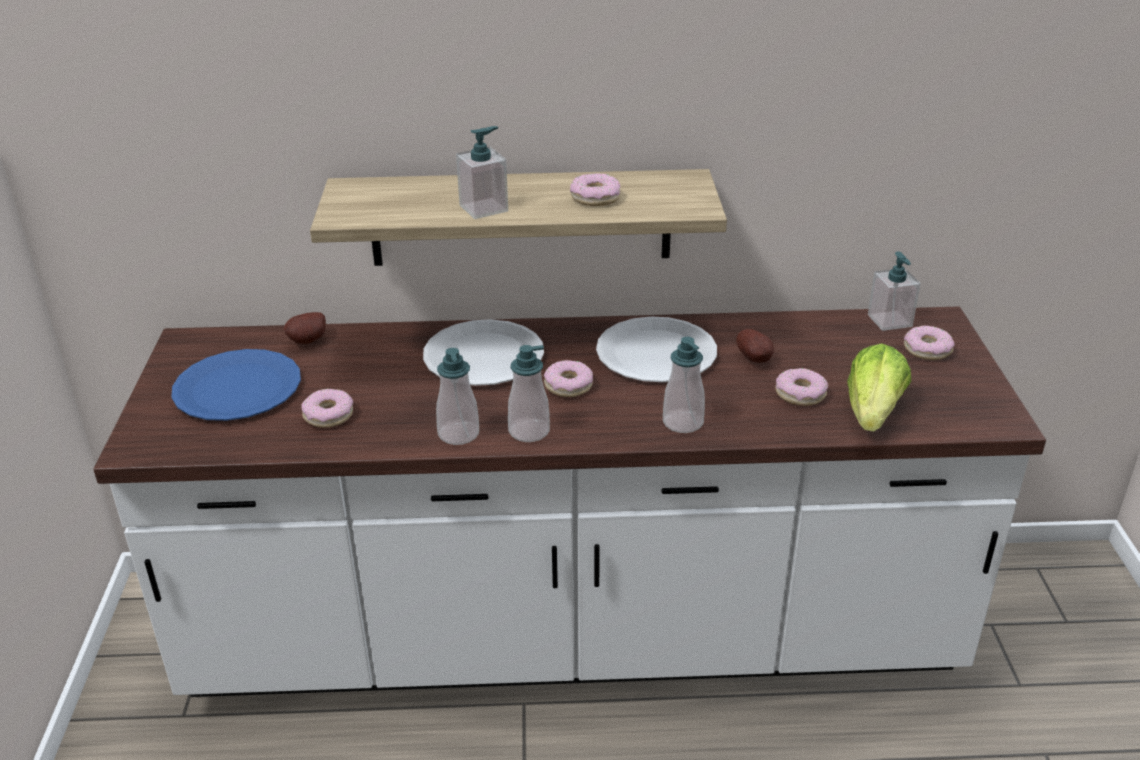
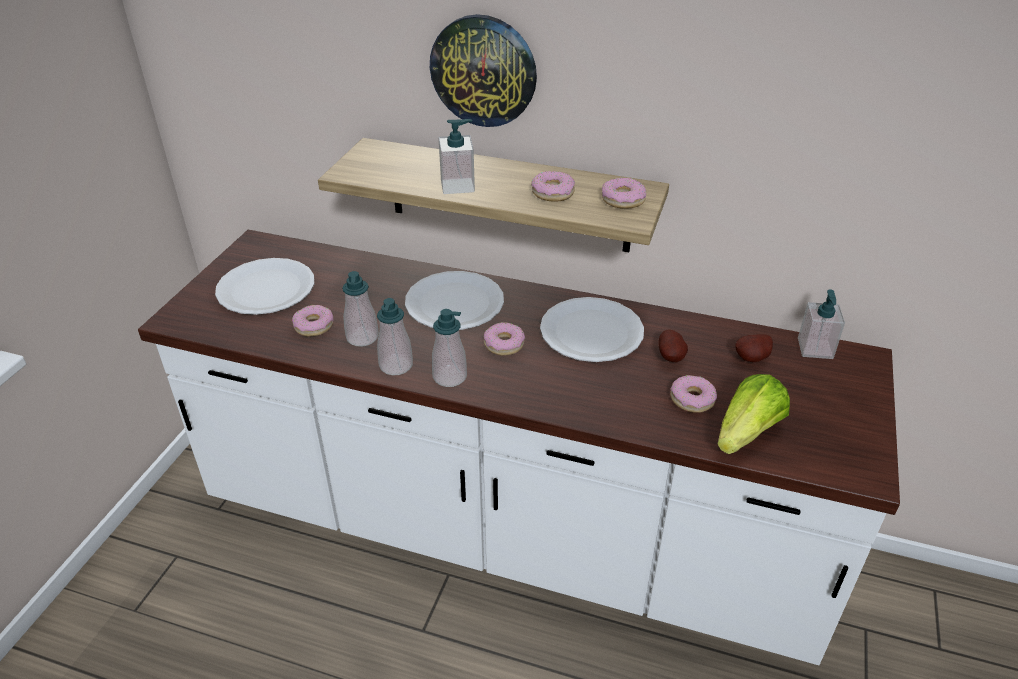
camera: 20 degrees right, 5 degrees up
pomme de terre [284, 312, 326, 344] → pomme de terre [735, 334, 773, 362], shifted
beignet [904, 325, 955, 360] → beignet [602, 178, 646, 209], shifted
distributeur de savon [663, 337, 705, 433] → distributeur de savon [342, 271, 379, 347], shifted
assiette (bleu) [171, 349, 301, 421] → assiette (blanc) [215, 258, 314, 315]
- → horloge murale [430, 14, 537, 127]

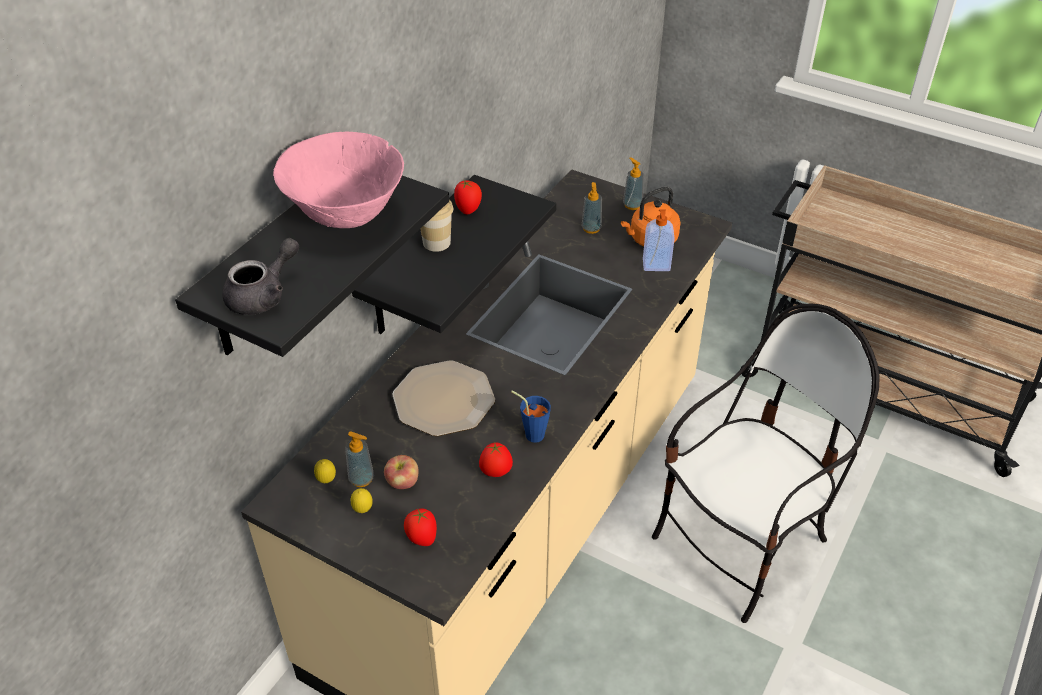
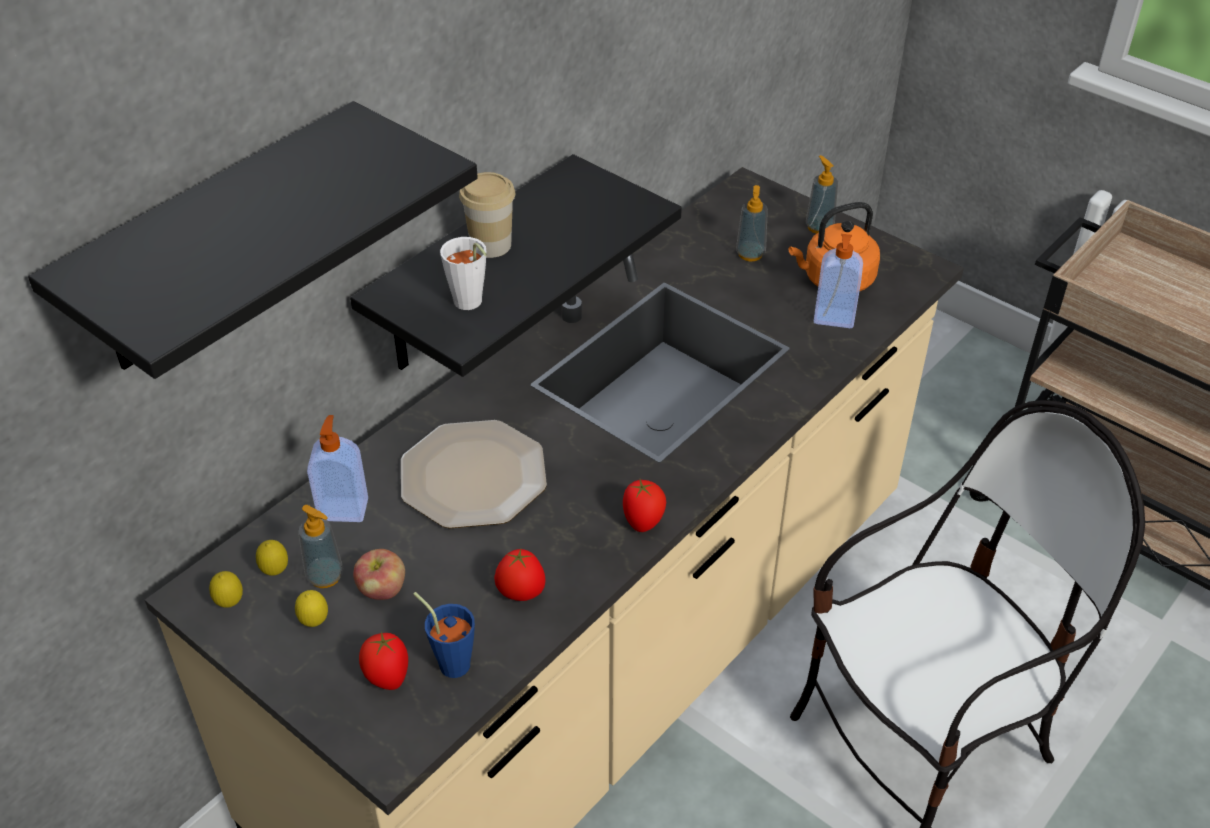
camera: 10 degrees right, 0 degrees up
bol (rose) [273, 131, 404, 228] → -
tomate [454, 179, 482, 215] → tomate [623, 479, 666, 532], shifted
théière (gris) [222, 238, 299, 315] → -
tasse (bleu) [511, 391, 551, 443] → tasse (bleu) [413, 592, 475, 678], shifted
- → tasse (blanc) [440, 237, 487, 310]
- → distributeur de savon [307, 415, 368, 522]
- → citron [209, 571, 243, 608]

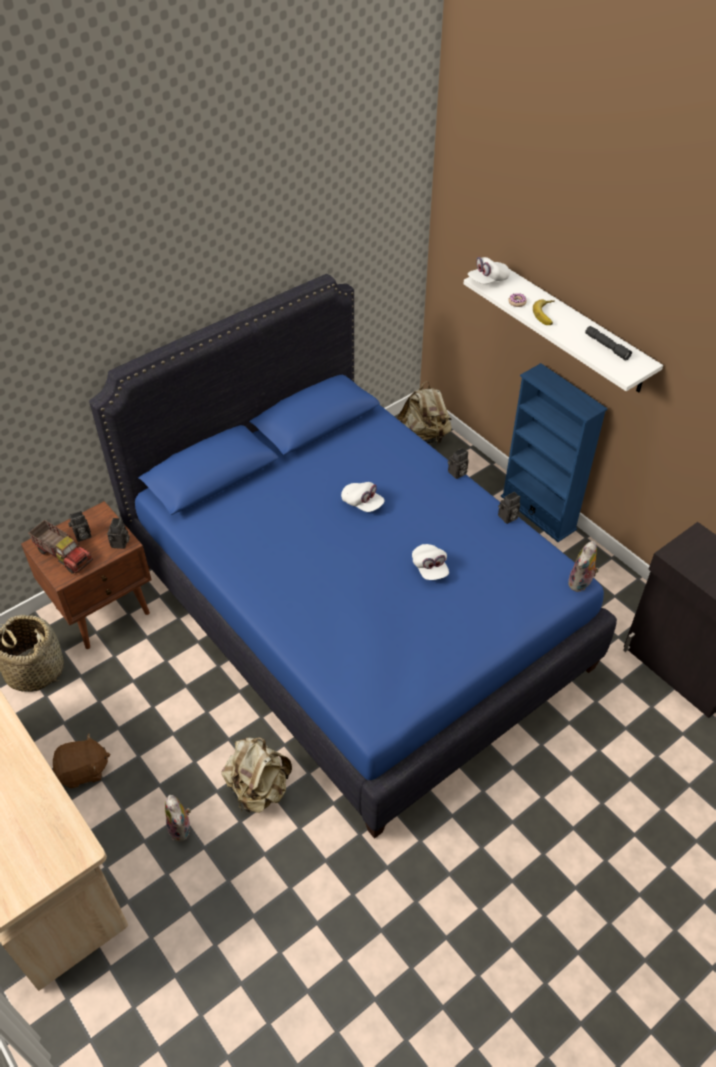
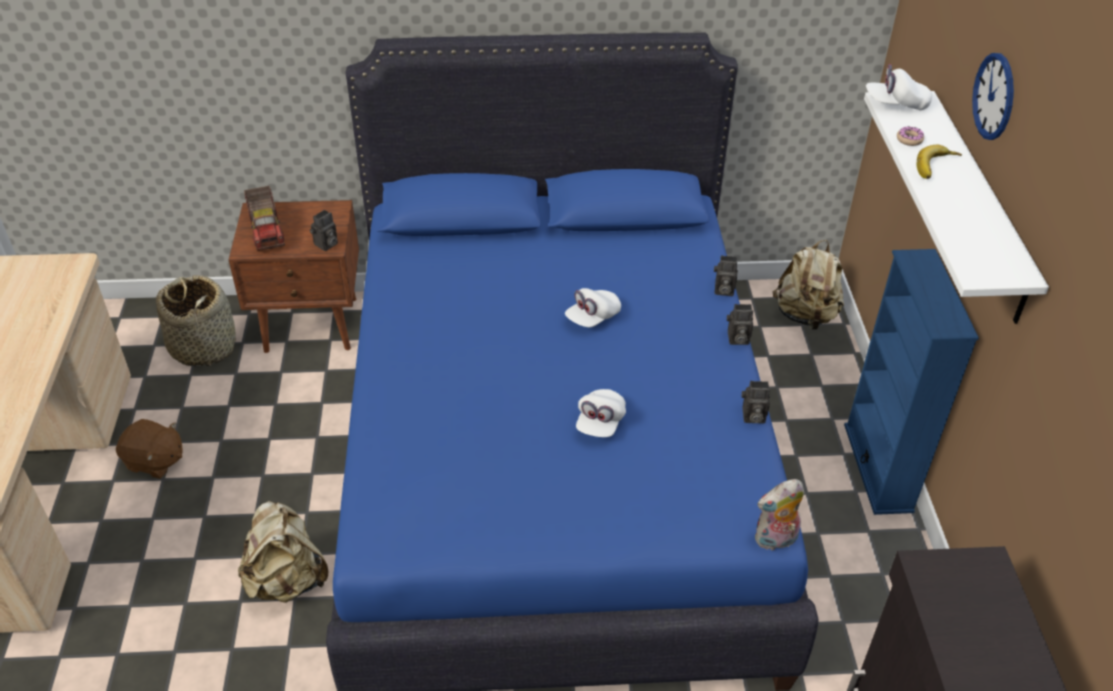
camera: 35 degrees right, 5 degrees down
lampe de poche (gris) [585, 326, 632, 361] → -
casquette (blanc) [341, 482, 385, 512] → casquette (blanc) [565, 288, 621, 327], 60 degrees clockwise
appareil photo [68, 511, 92, 542] → appareil photo [714, 255, 738, 296], shifted
peluche [165, 795, 191, 841] → -
- → horloge murale [972, 53, 1014, 140]

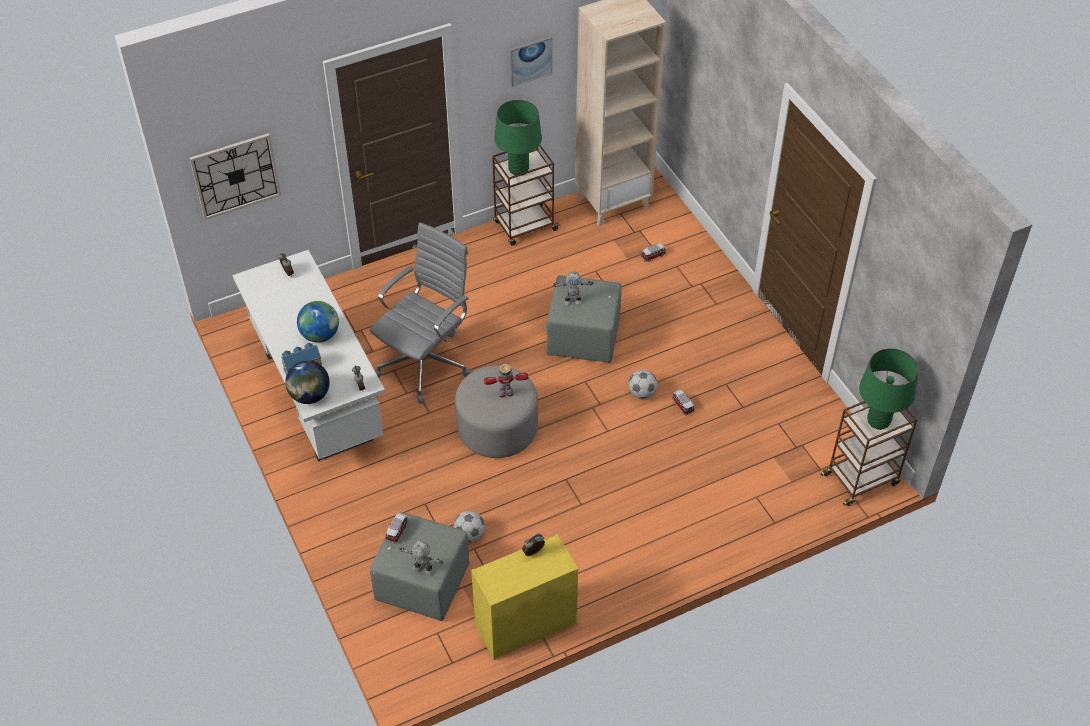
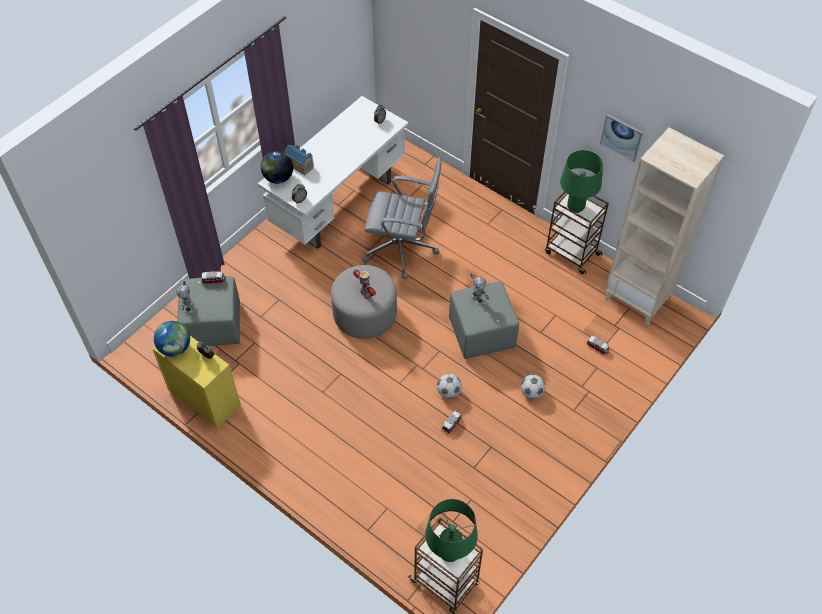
camera: 65 degrees right, 5 degrees up
horloge murale [189, 133, 281, 220] → -
globe [297, 301, 339, 343] → globe [154, 321, 190, 357], shifted
ballon de foot [454, 511, 485, 542] → ballon de foot [521, 374, 545, 399], shifted

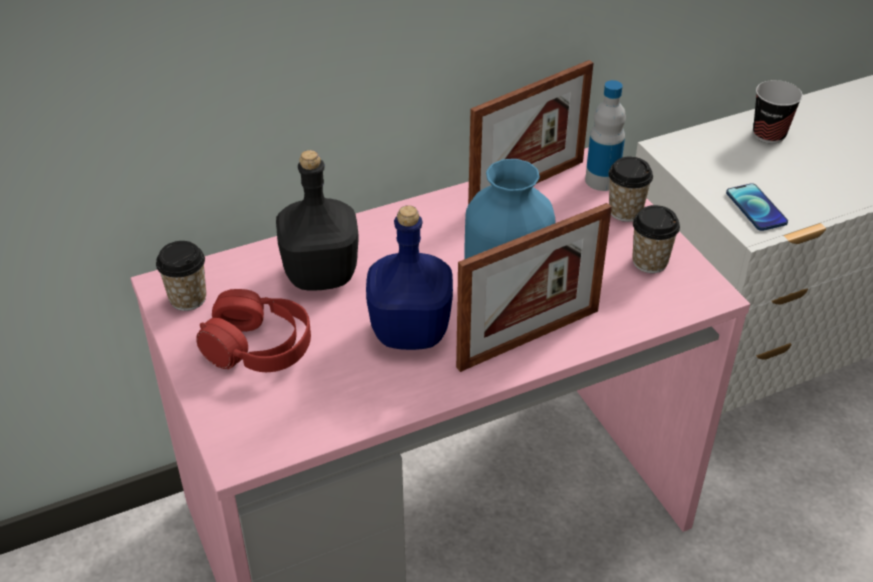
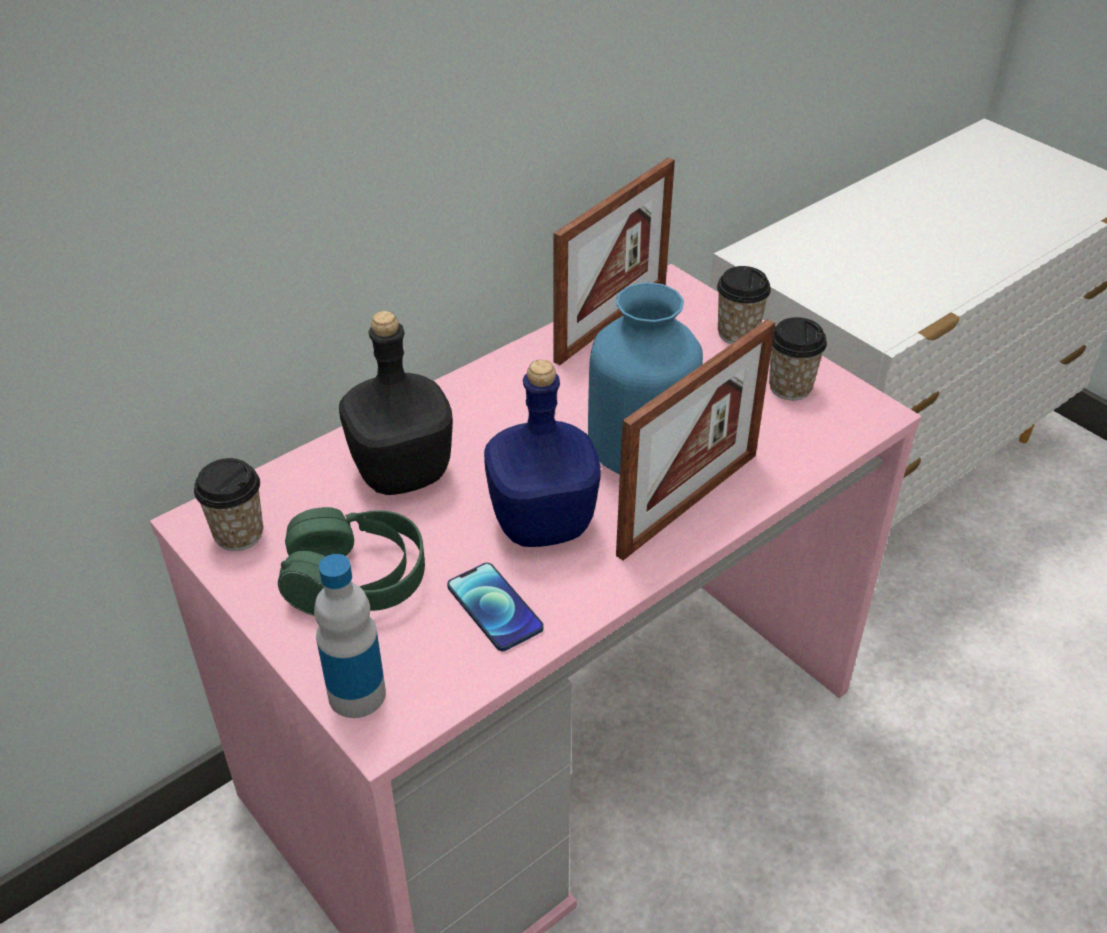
camera: 15 degrees left, 0 degrees up
bouteille [585, 80, 626, 191] → bouteille [314, 554, 386, 718], shifted
tasse [753, 80, 803, 144] → -
téléphone [726, 183, 788, 231] → téléphone [447, 563, 544, 651], shifted
casque audio (rouge) [196, 289, 311, 372] → casque audio (vert) [278, 507, 425, 616]

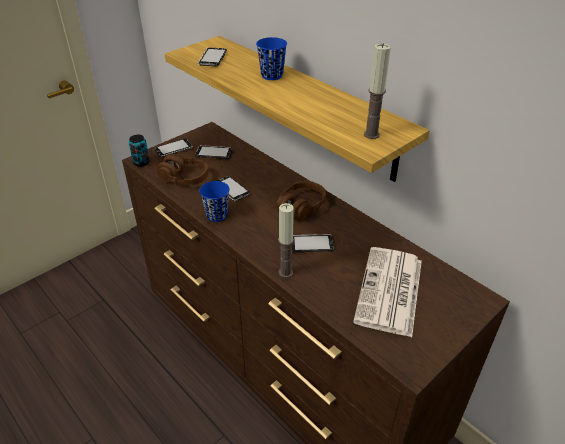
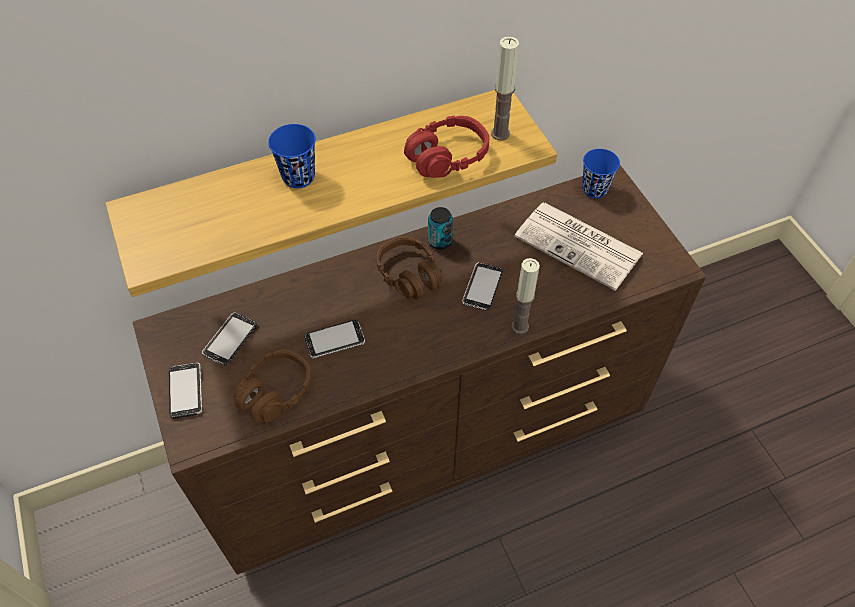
camera: 70 degrees left, 15 degrees up
téléphone [198, 48, 227, 66] → -
boîte métallique [129, 134, 150, 167] → boîte métallique [428, 207, 453, 250], shifted
tasse (bleu) [199, 181, 230, 222] → tasse (bleu) [582, 149, 620, 198], shifted
- → casque audio (rouge) [404, 116, 489, 178]

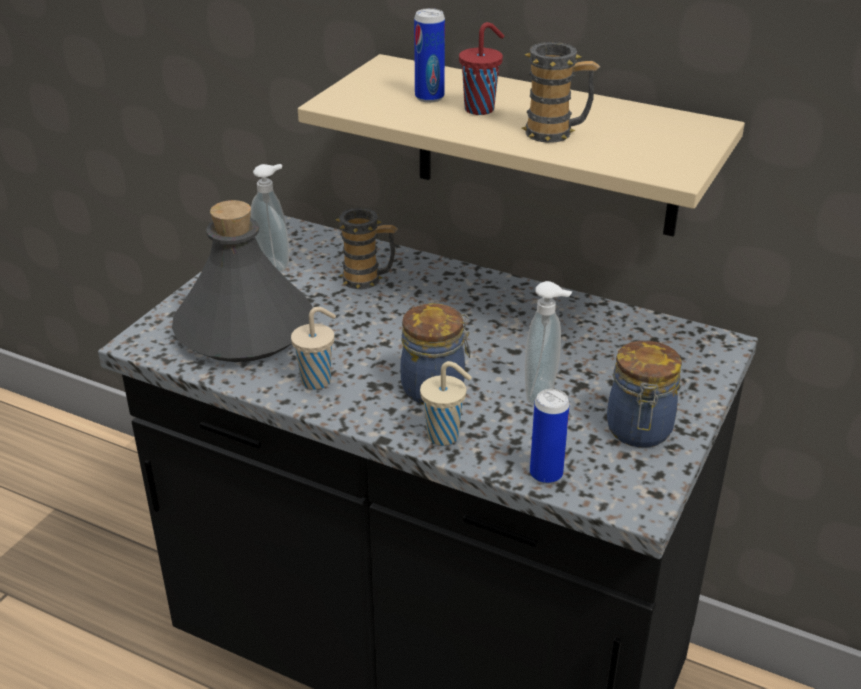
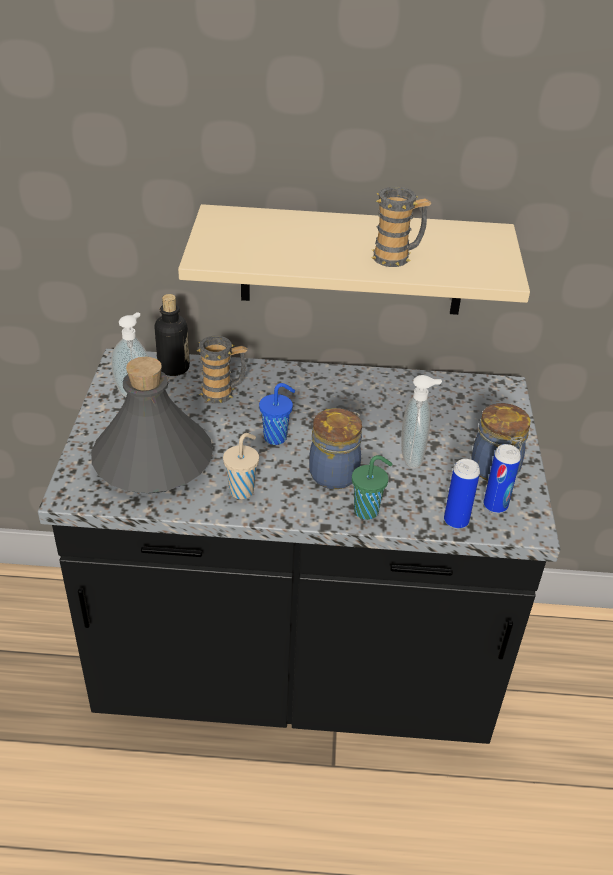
camera: 25 degrees left, 5 degrees up
boîte métallique [414, 8, 445, 103] → boîte métallique [483, 444, 521, 513], shifted
tasse (rouge) [459, 22, 504, 115] → -
tasse (beige) [420, 361, 472, 446] → tasse (vert) [352, 455, 392, 520]
- → bouteille [155, 294, 190, 376]
- → tasse (bleu) [259, 383, 295, 445]

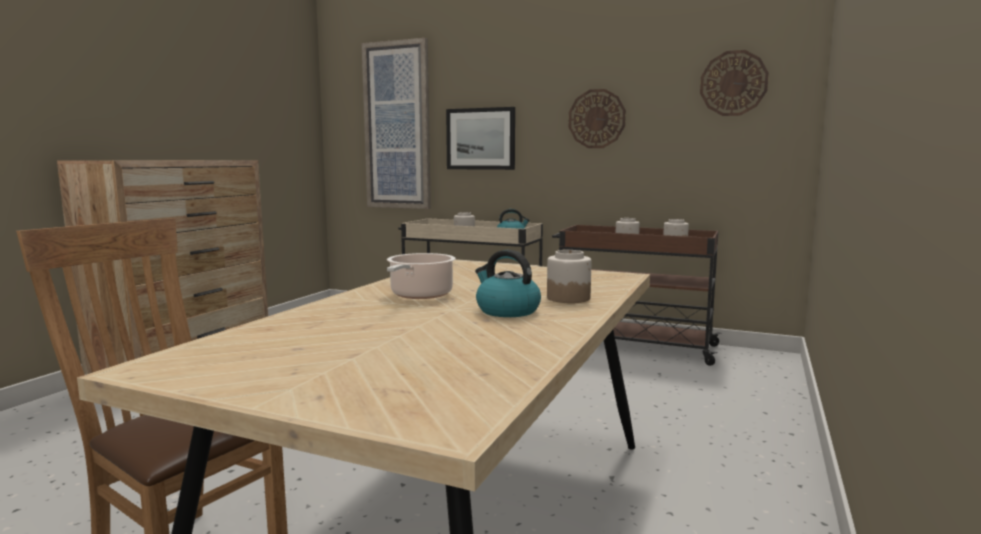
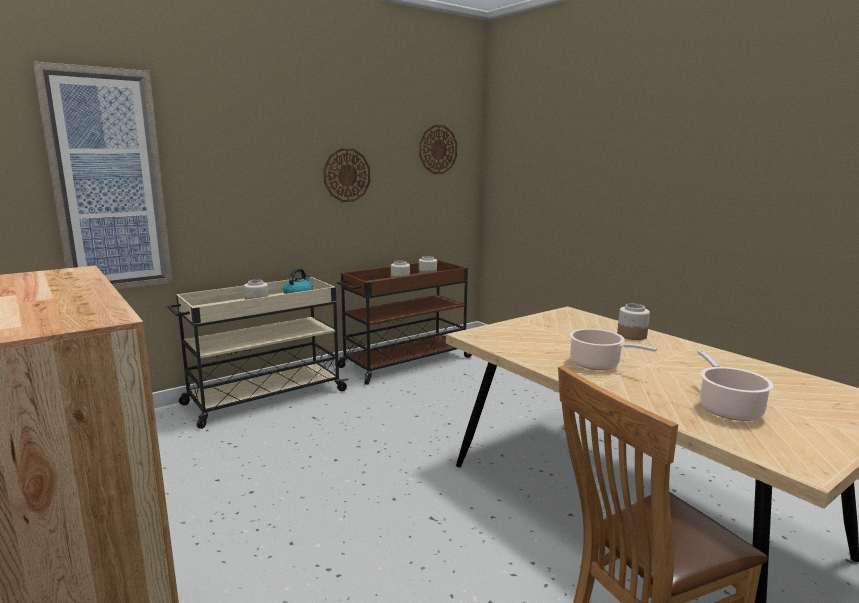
camera: 60 degrees left, 5 degrees up
tableau [446, 107, 515, 170] → -
bouilloire [475, 250, 541, 317] → -
- → marmite [698, 351, 774, 421]

